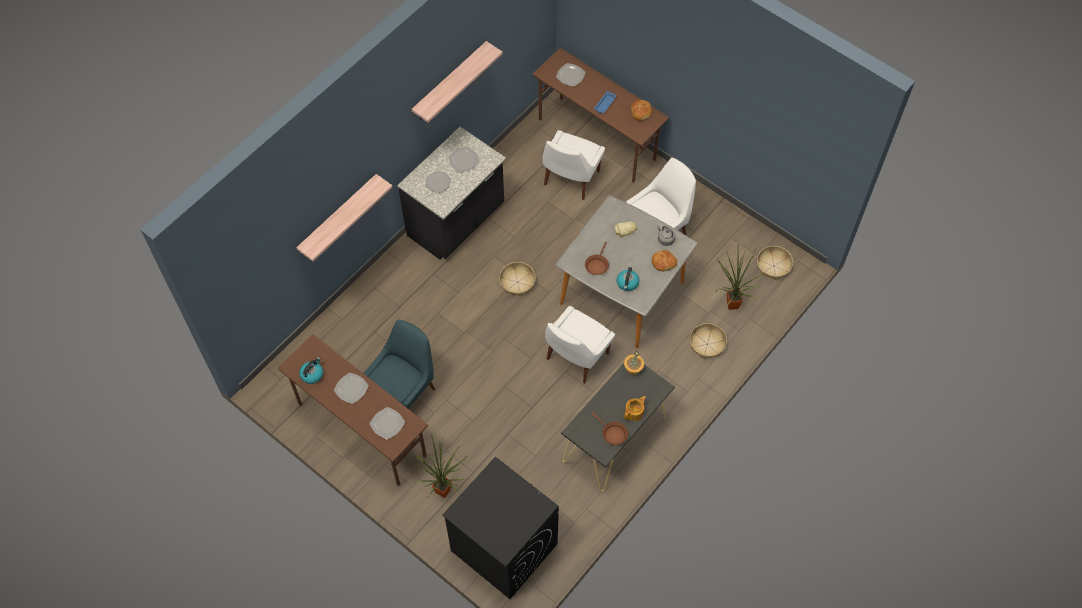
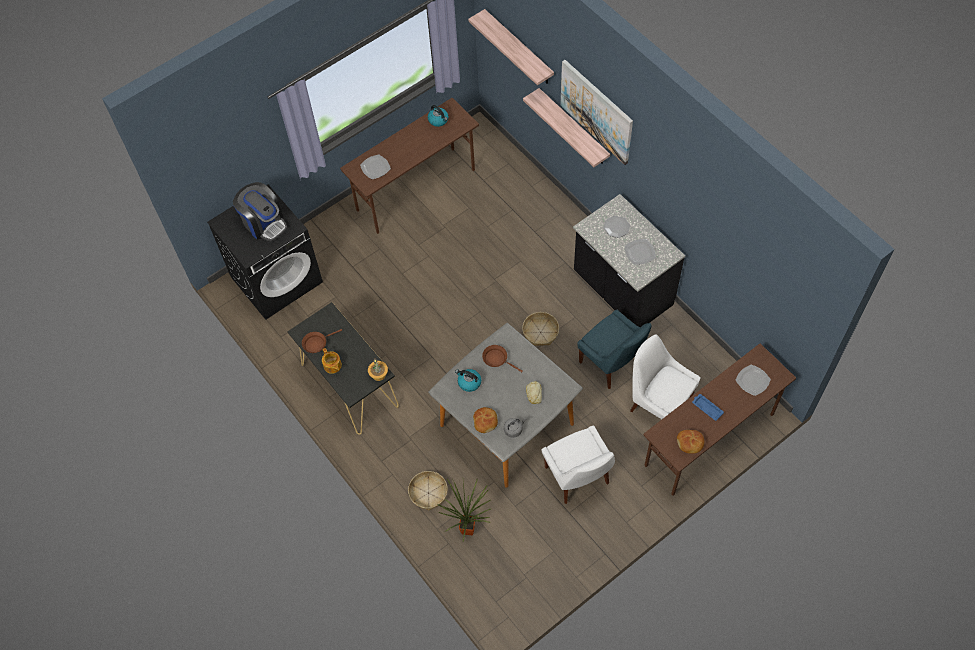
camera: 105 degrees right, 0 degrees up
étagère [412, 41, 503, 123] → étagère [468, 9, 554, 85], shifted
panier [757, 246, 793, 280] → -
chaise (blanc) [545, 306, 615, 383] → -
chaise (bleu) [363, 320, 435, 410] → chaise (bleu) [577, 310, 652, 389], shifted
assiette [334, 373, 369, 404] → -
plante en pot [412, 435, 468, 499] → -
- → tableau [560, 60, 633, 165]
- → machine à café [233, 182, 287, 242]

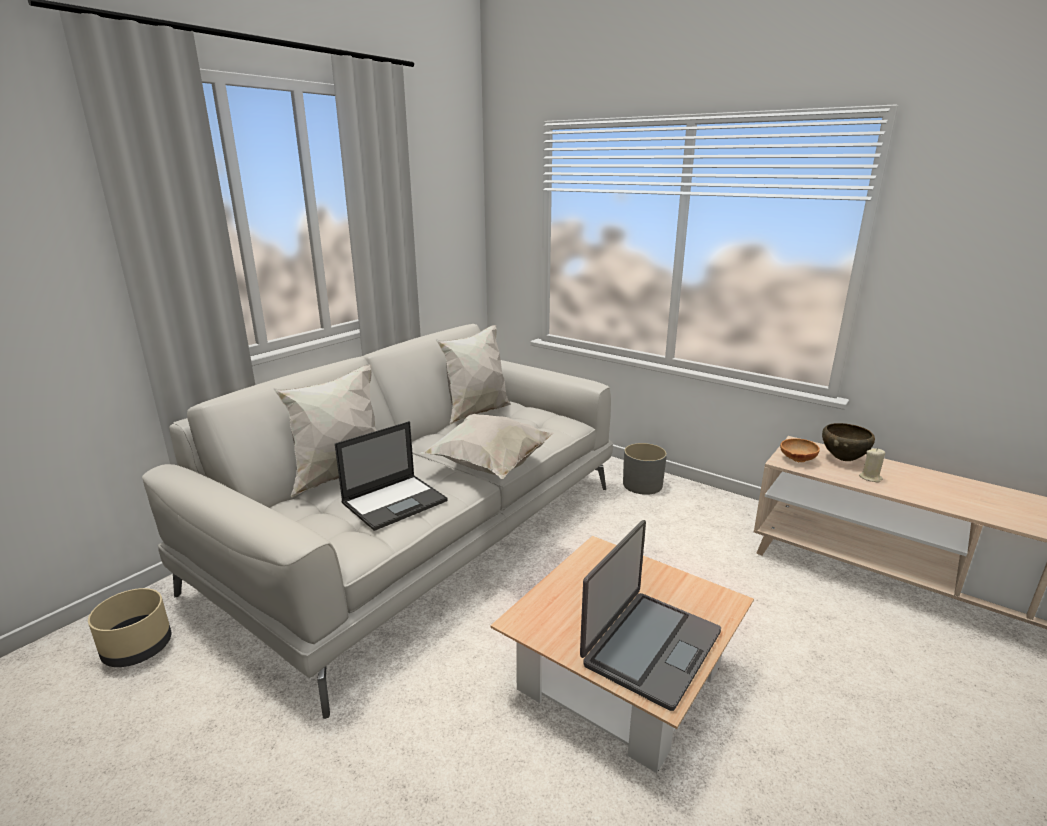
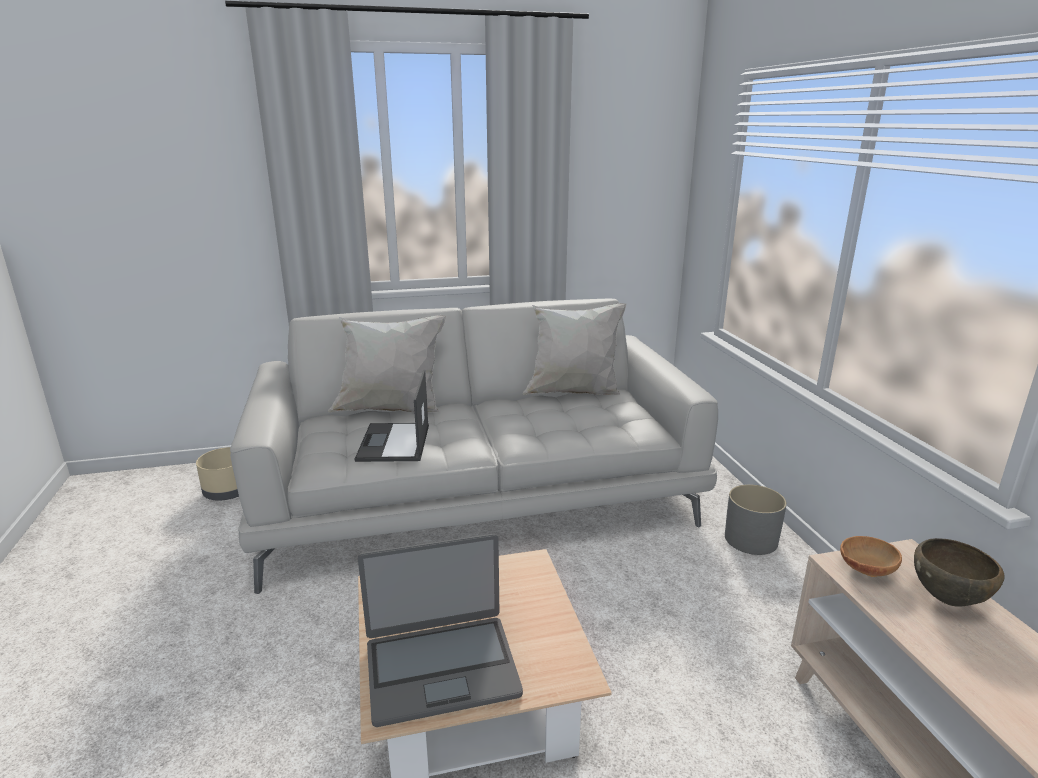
camera: 40 degrees right, 0 degrees up
coussin (blanc) [419, 414, 554, 479] → -
ordinateur portable [335, 421, 448, 531] → ordinateur portable [355, 370, 429, 462], 90 degrees clockwise
bougie (beige) [859, 448, 886, 483] → -

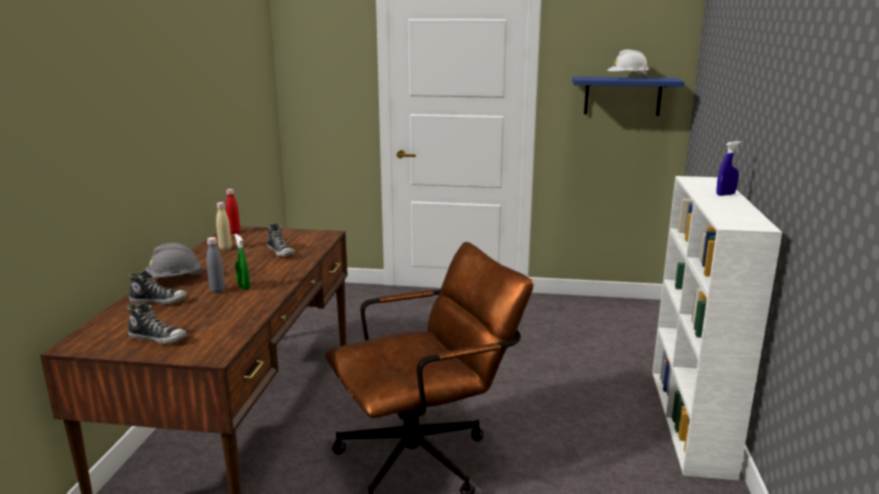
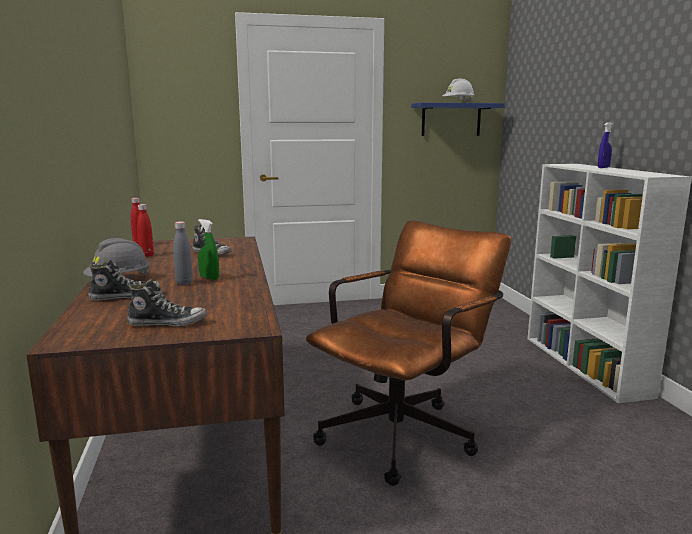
camera: 20 degrees left, 5 degrees down
bouteille (beige) [216, 202, 232, 250] → bouteille (rouge) [137, 204, 154, 257]

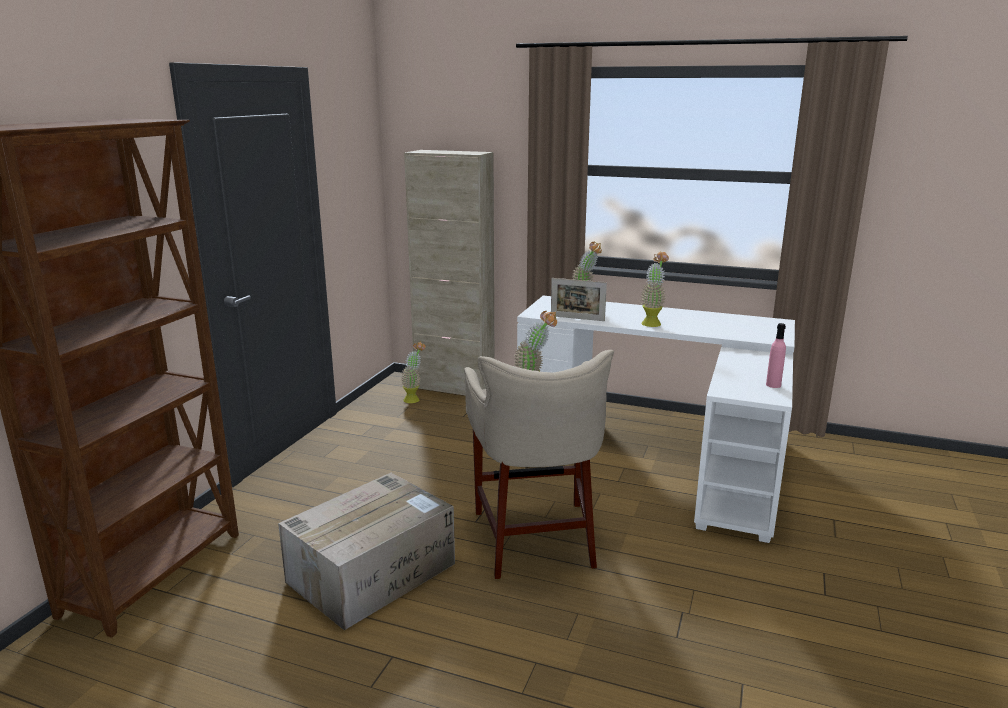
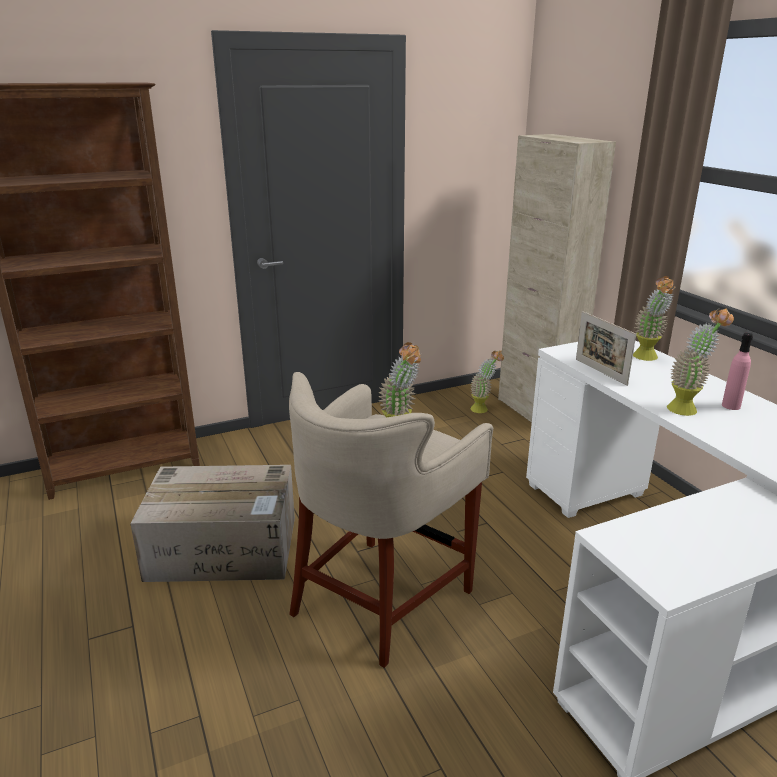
camera: 45 degrees right, 5 degrees up
bouteille (rose) [766, 323, 786, 388] → bouteille (rose) [722, 333, 753, 410], shifted

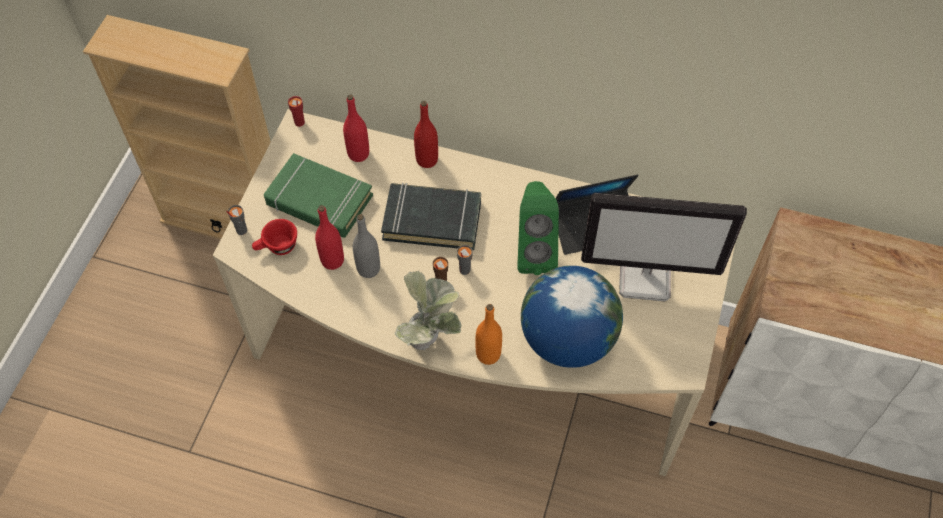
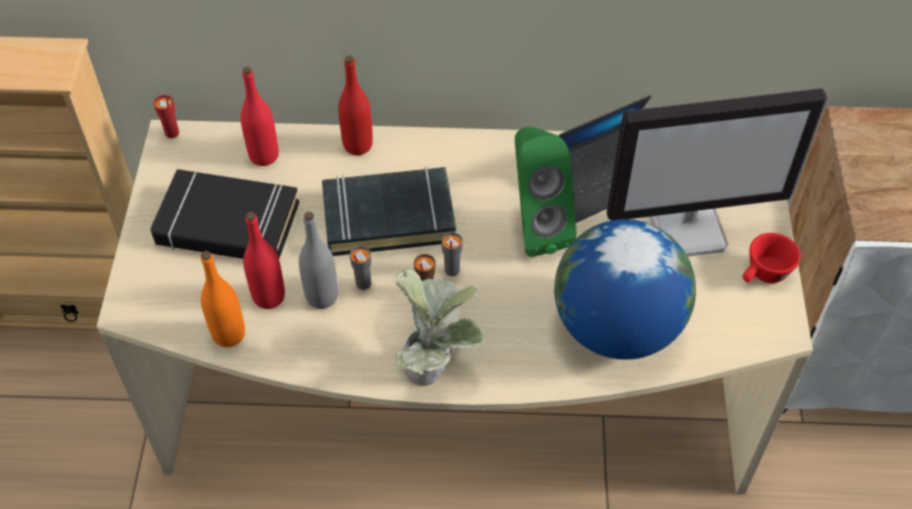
camera: 15 degrees left, 5 degrees down
livre (vert) [264, 153, 373, 238] → livre (noir) [150, 169, 299, 259]
tasse (gris) [226, 205, 247, 235] → tasse (gris) [350, 246, 372, 290], shifted
tasse (rouge) [252, 219, 297, 255] → tasse (rouge) [743, 233, 801, 283], shifted
bouteille (orange) [476, 304, 502, 365] → bouteille (orange) [201, 251, 245, 347], shifted

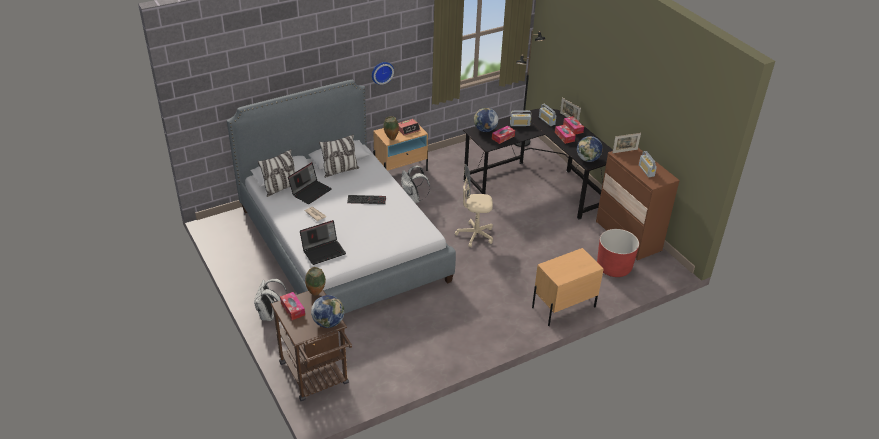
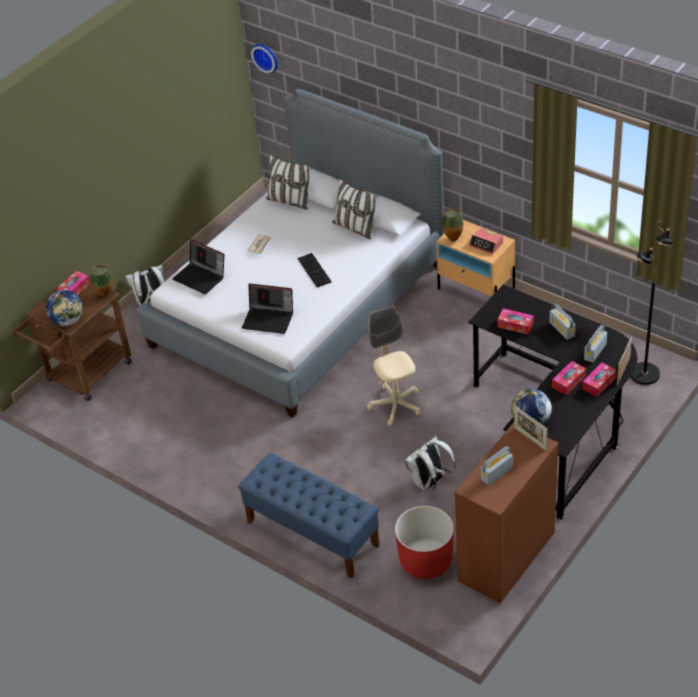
camera: 70 degrees right, 5 degrees up
horloge murale [372, 62, 394, 85] → horloge murale [251, 44, 278, 73], shifted
globe [474, 108, 498, 132] → -
ordinateur portable [288, 162, 332, 204] → ordinateur portable [242, 284, 293, 334], shifted
sac à dos (blanc) [401, 166, 430, 203] → sac à dos (blanc) [405, 436, 456, 491], shifted
table de chevet (beige) [532, 248, 604, 326] → banc (bleu) [238, 453, 379, 578]

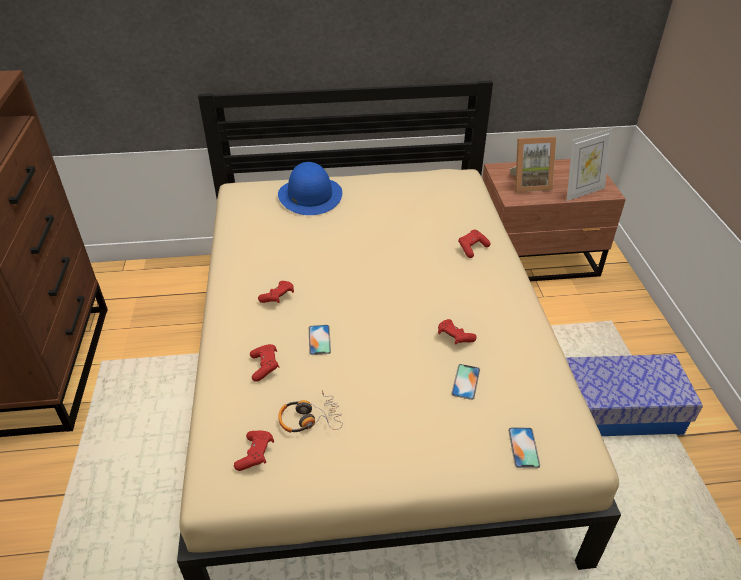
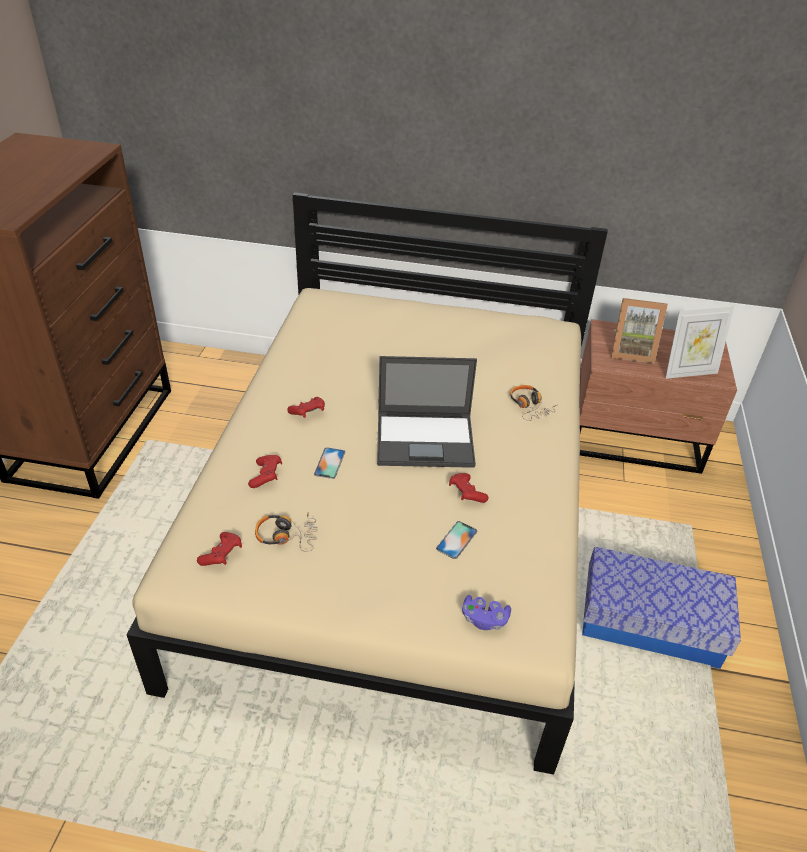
camera: 15 degrees right, 0 degrees up
chapeau (bleu) [278, 162, 342, 215] → -
manette (rouge) [458, 230, 491, 258] → casque audio [510, 385, 558, 421]
téléphone [508, 427, 540, 468] → manette (violet) [462, 595, 511, 630]
- → ordinateur portable [377, 356, 477, 468]

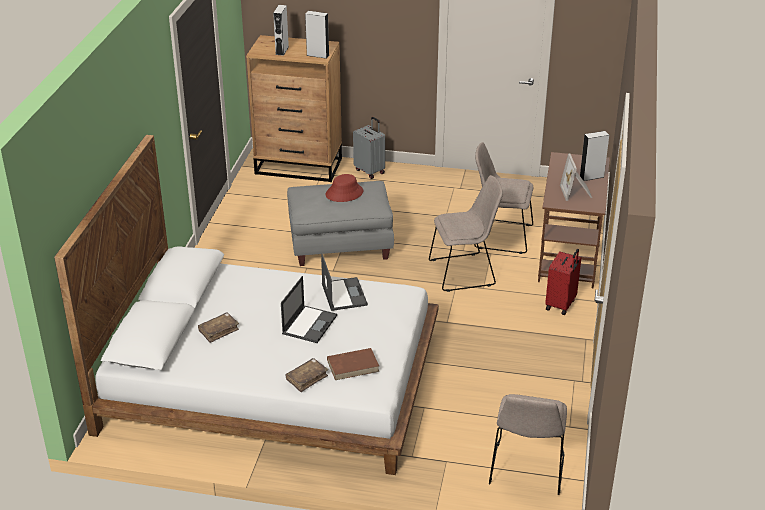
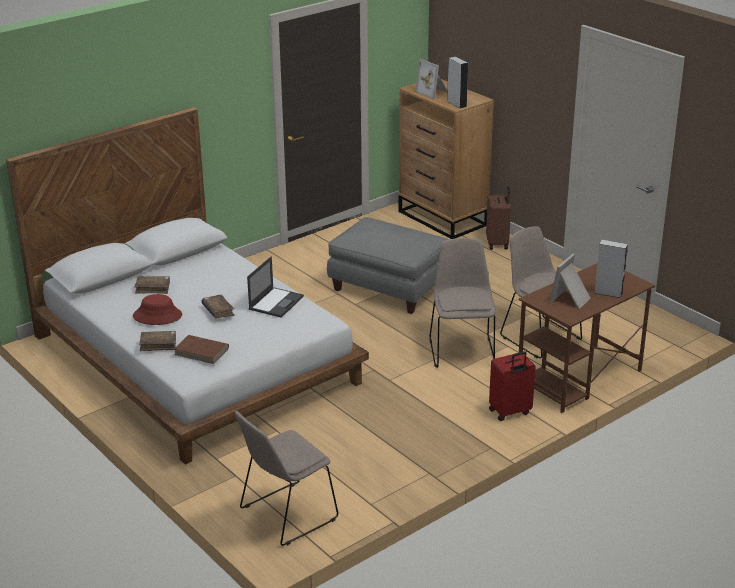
camera: 40 degrees right, 5 degrees down
enceinte (gris) [273, 5, 289, 56] → cadre photo [415, 59, 448, 99]
valise (gris) [353, 117, 385, 179] → valise (marron) [486, 186, 511, 250]
chapeau (rouge) [325, 174, 363, 202] → chapeau (rouge) [133, 294, 182, 325], shifted
chaise (beige) [429, 175, 503, 292] → chaise (beige) [429, 238, 496, 368], 120 degrees counterclockwise
ordinateur portable [281, 276, 337, 343] → livre (marron) [202, 294, 235, 319]

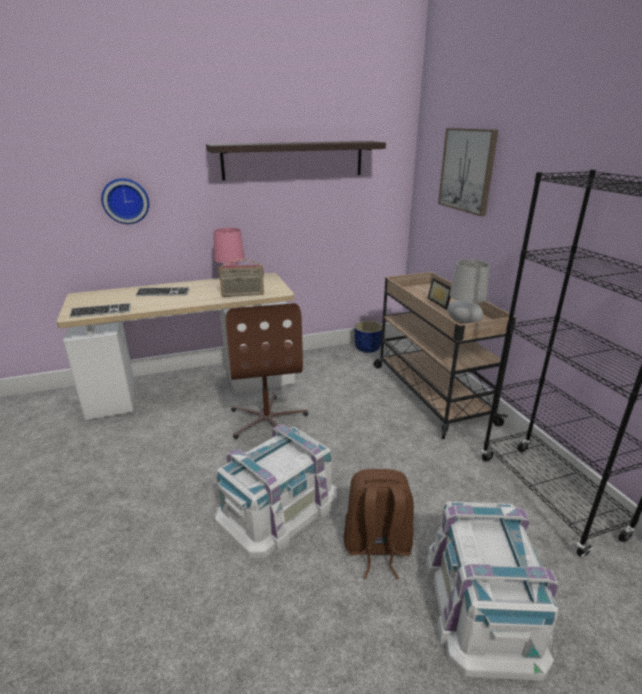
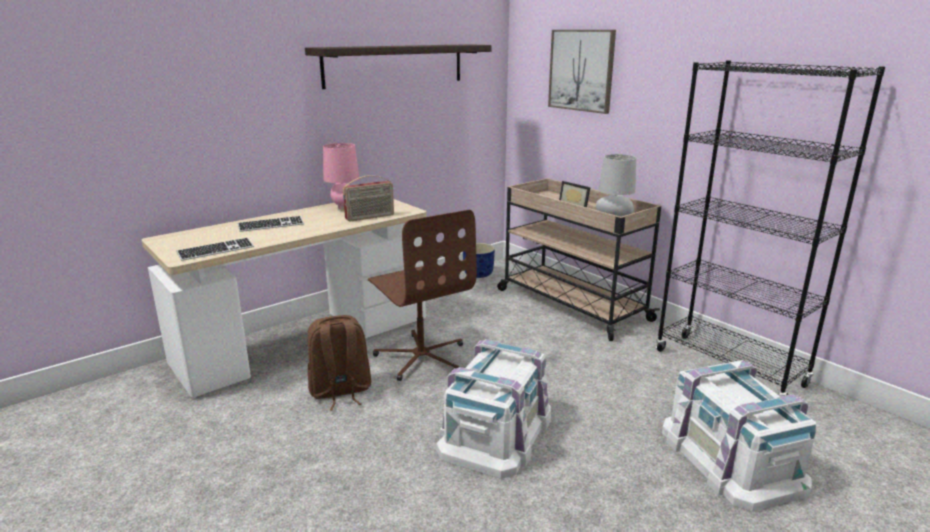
camera: 20 degrees left, 5 degrees down
horloge murale [101, 178, 149, 224] → -
sac à dos (marron) [344, 469, 414, 579] → sac à dos (marron) [308, 315, 371, 411], shifted

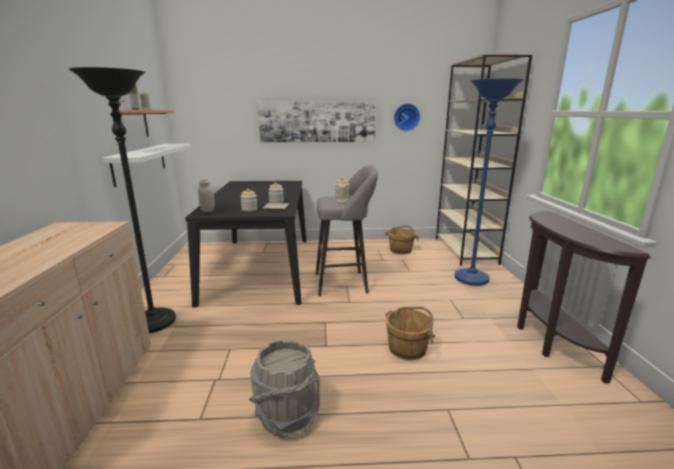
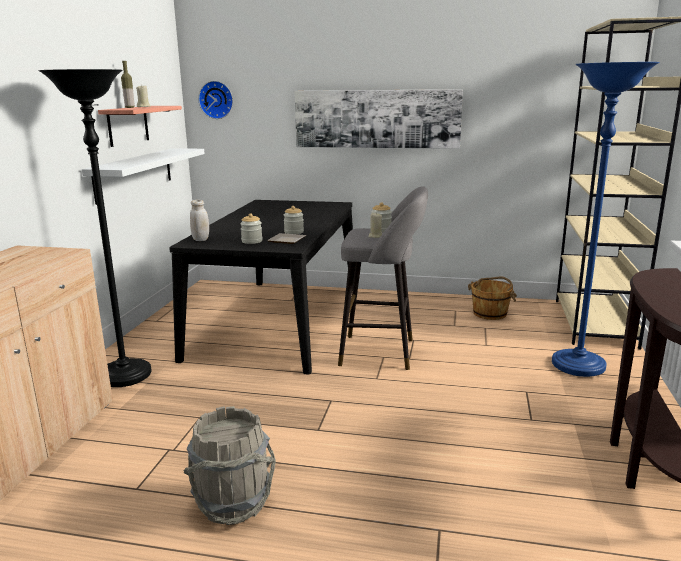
camera: 15 degrees right, 0 degrees up
horloge murale [394, 103, 420, 131] → horloge murale [198, 81, 233, 119], shifted
seau (marron) [385, 307, 435, 360] → -

